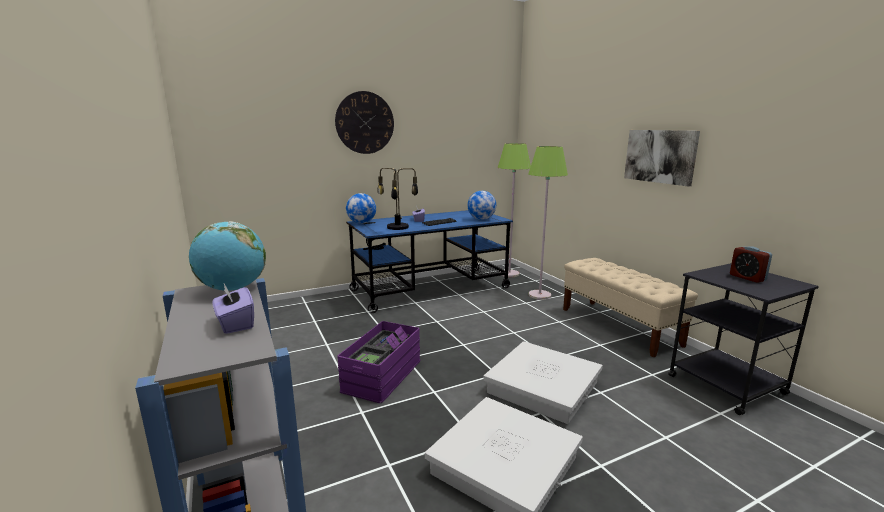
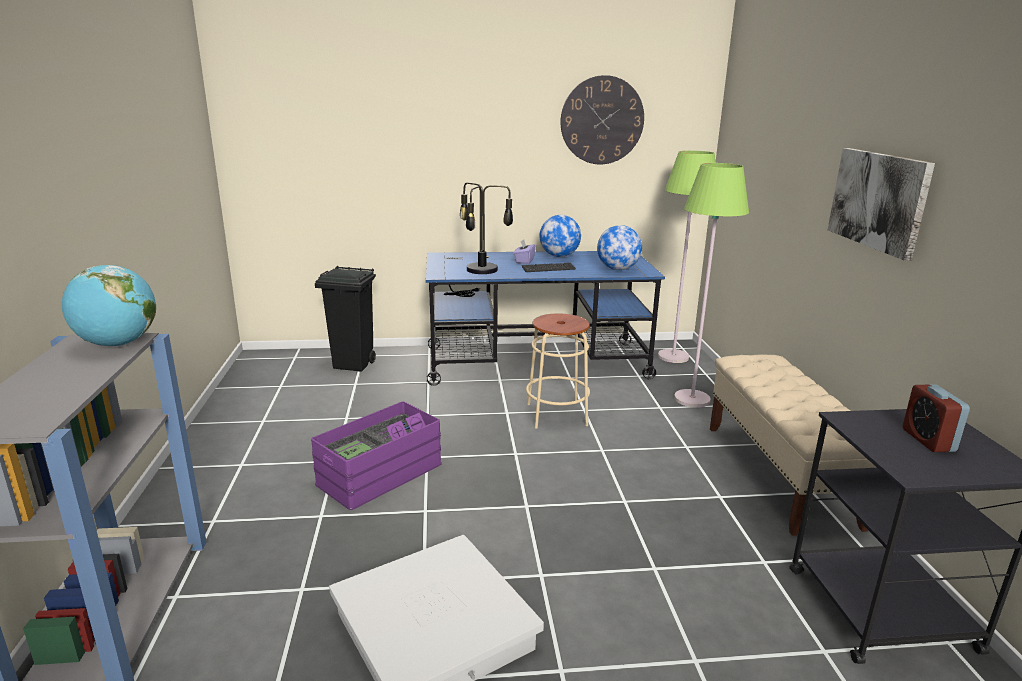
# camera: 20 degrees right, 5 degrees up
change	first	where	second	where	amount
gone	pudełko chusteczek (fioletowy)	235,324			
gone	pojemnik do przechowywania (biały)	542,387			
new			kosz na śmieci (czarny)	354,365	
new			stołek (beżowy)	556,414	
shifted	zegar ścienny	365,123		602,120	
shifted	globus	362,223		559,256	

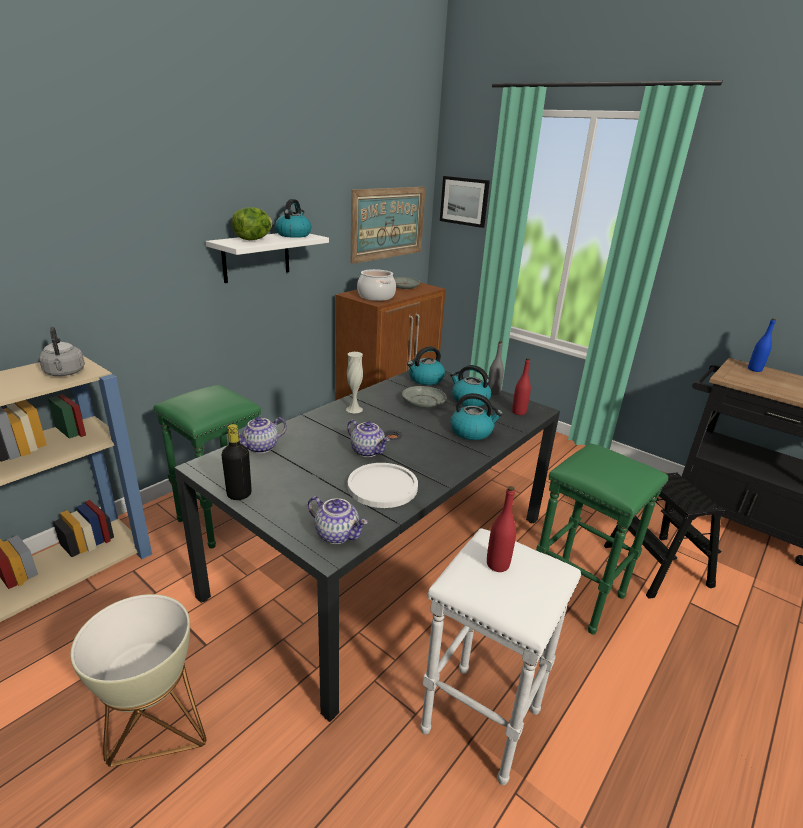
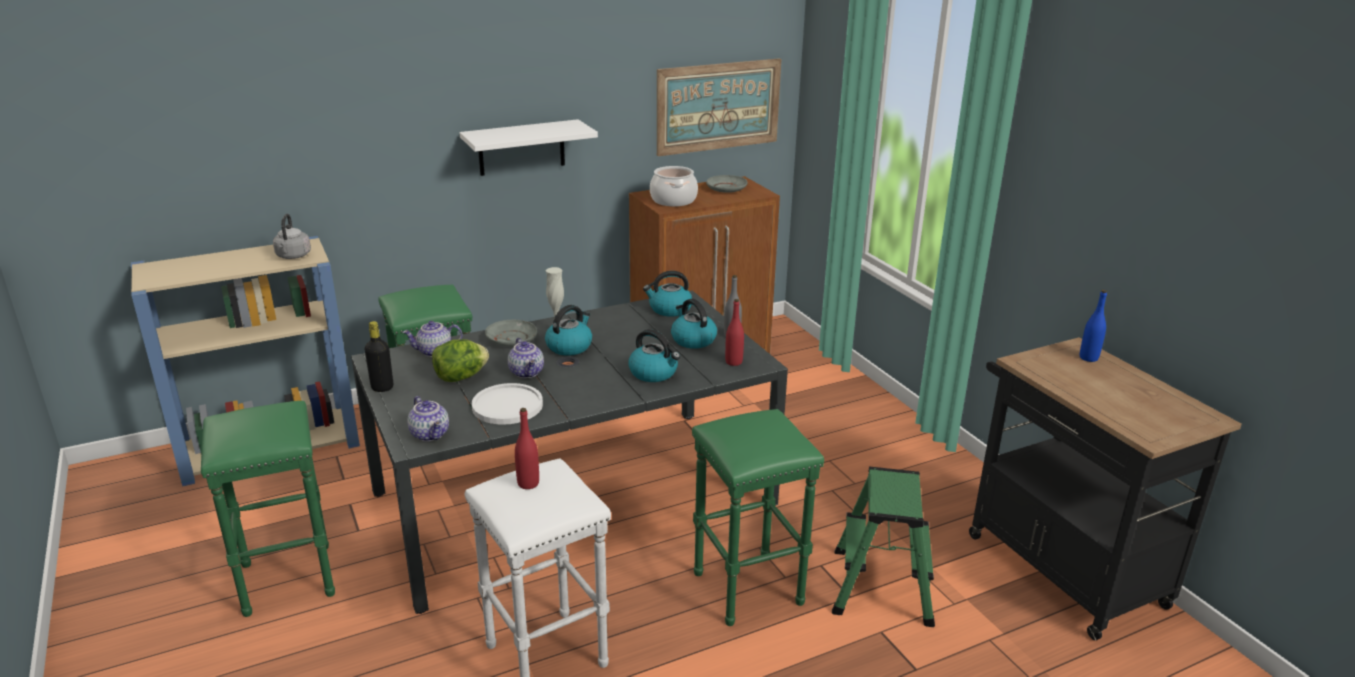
# camera: 25 degrees right, 0 degrees up
change	first	where	second	where	amount
gone	obraz	464,201			
shifted	sałata	253,239		460,377	
shifted	czajnik	293,235		569,346	
shifted	talerz (szary)	423,402		511,339	
swapped	donica	156,730	stołek (zielony)	285,578	
repainted	drabinka (czarny)	657,565	drabinka (zielony)	882,587	

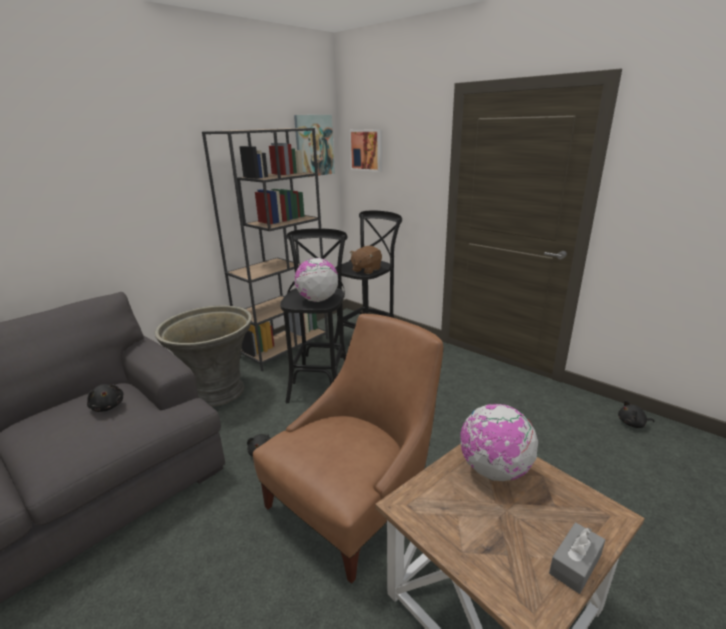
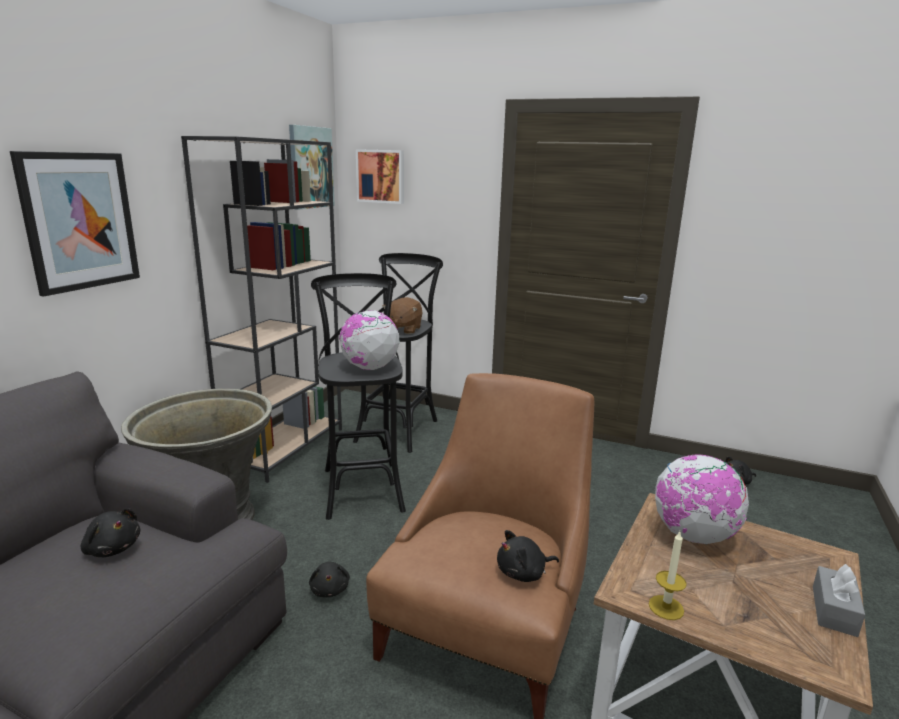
# camera: 20 degrees left, 5 degrees down
change	first	where	second	where	amount
new			obraz	79,221	
new			pluszak (czarny)	523,573	
new			świeca	666,607	

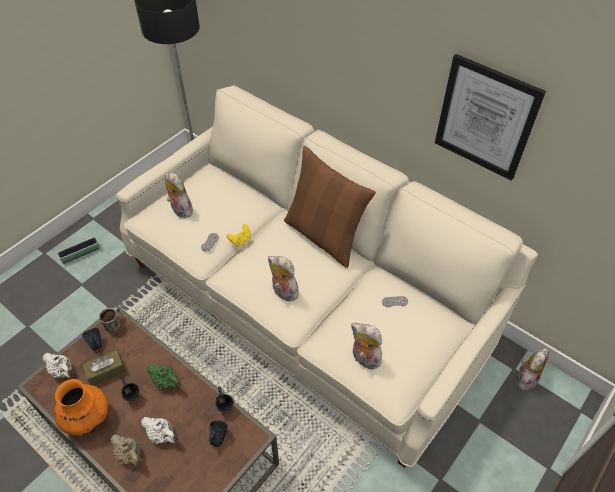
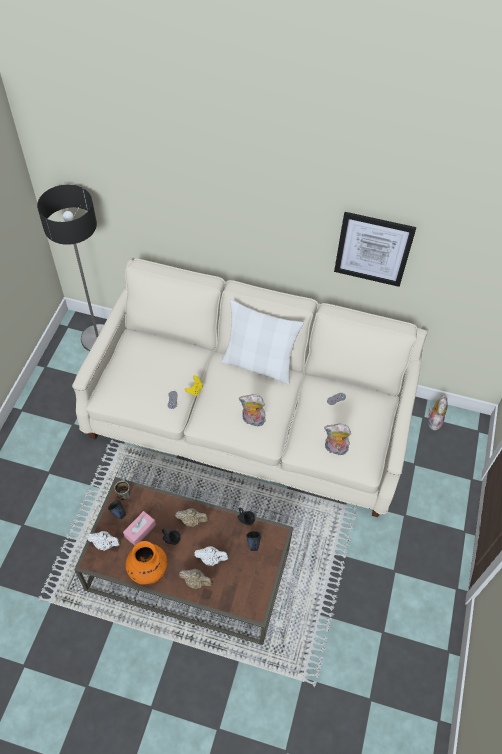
# camera: 25 degrees left, 5 degrees up
change	first	where	second	where	amount
gone	donica	80,254			
gone	pluszak	180,210			
repainted	pudełko chusteczek (brązowy)	106,371	pudełko chusteczek (różowy)	140,531	
repainted	imbryk (zielony)	167,382	imbryk (beżowy)	192,521	
repainted	poduszka (brązowy)	323,236	poduszka (biały)	259,364	

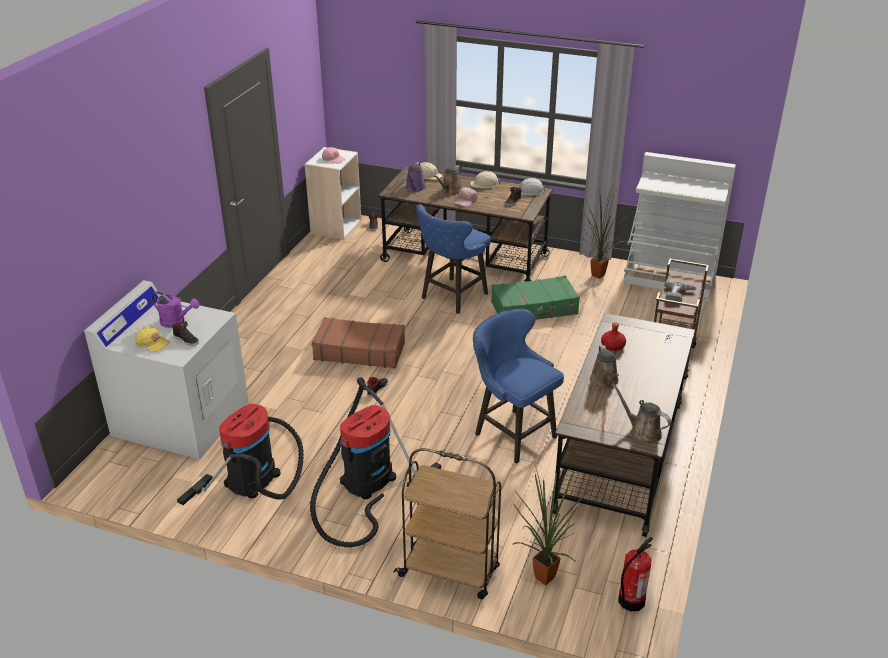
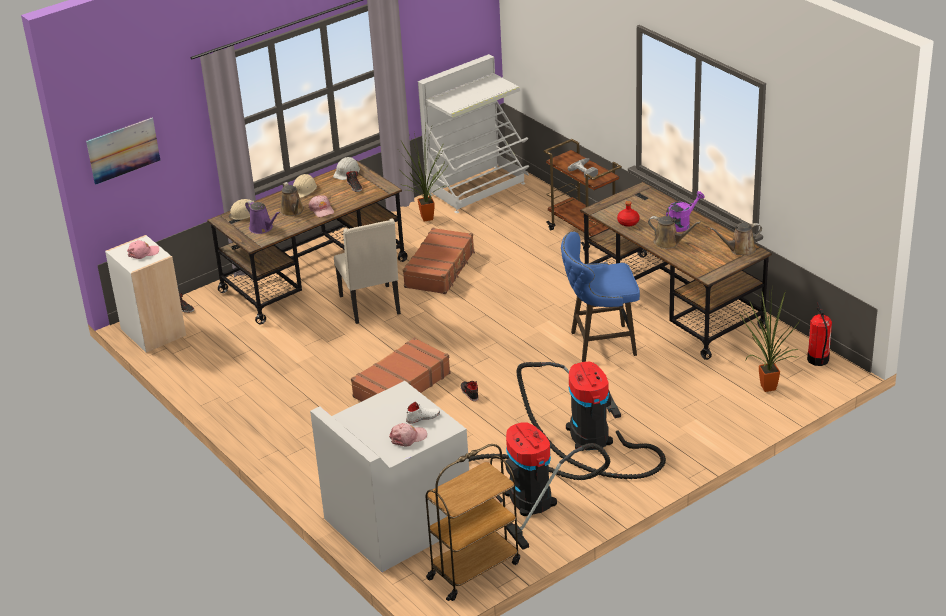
# camera: 55 degrees left, 0 degrees up
change	first	where	second	where	amount
new			obraz	123,150	
shifted	konewka (fioletowy)	176,322		682,224	
shifted	wózek (brązowy)	450,573		475,570	
swapped	stołek (niebieski)	452,297	krzesło (beżowy)	371,305	
repainted	czapka z daszkiem (żółty)	152,342	czapka z daszkiem (różowy)	408,437	
repainted	but (czarny)	186,339	but (biały)	422,417	
repainted	walizka (zielony)	534,308	walizka (brązowy)	440,269	

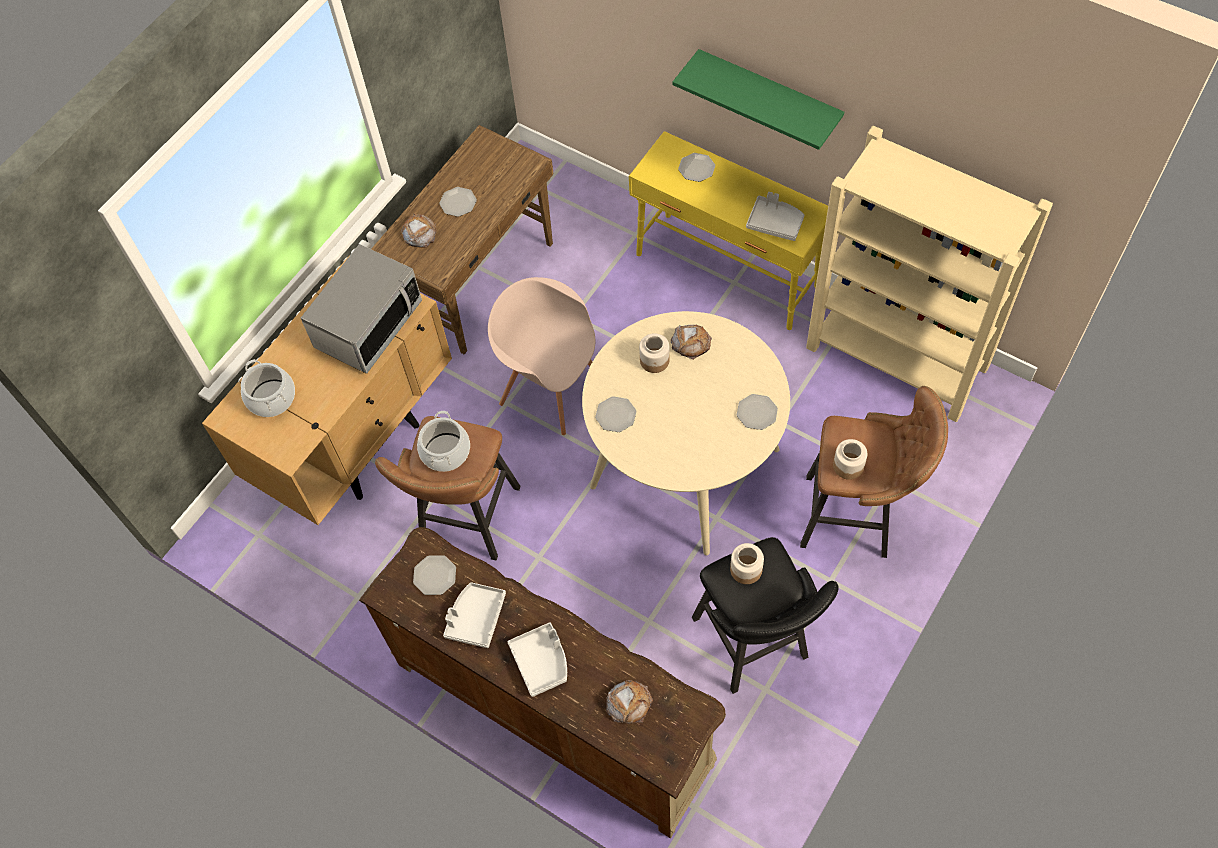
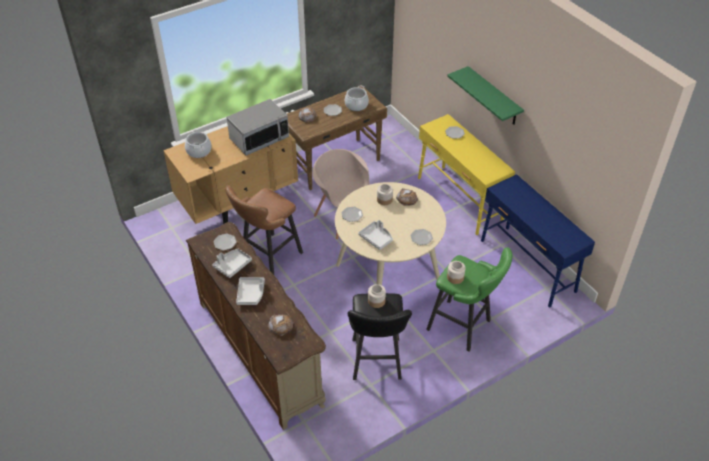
# camera: 20 degrees right, 15 degrees down
change	first	where	second	where	amount
shifted	garnek	445,452		356,105	
shifted	taca (szary)	775,223		376,238	
swapped	regał (beżowy)	897,357	stolik konsolowy (niebieski)	527,266	
repainted	stołek (brązowy)	860,517	stołek (zielony)	465,328	

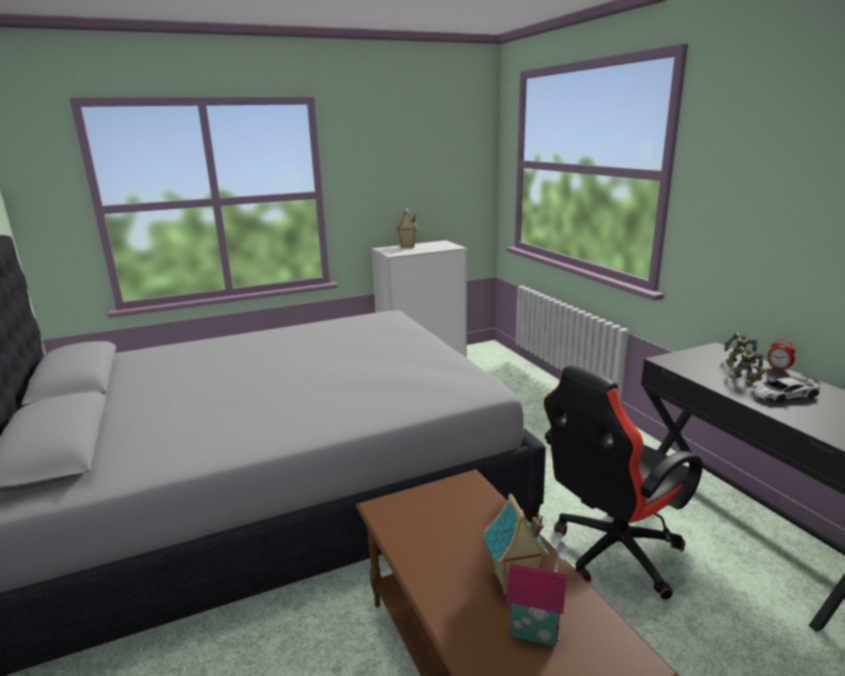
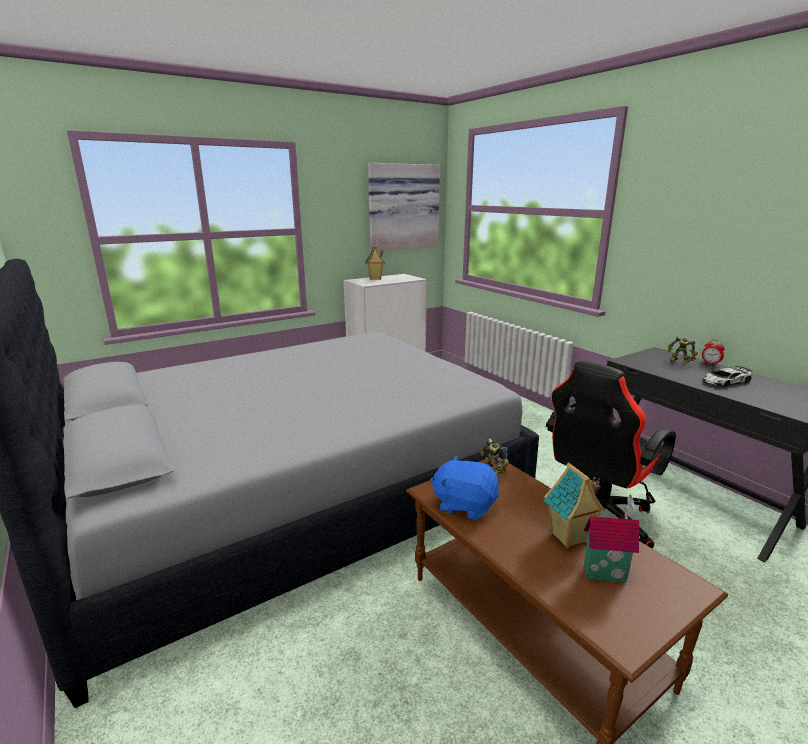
# camera: 10 degrees left, 0 degrees up
change	first	where	second	where	amount
new			obraz	402,207	
new			pluszak (niebieski)	464,505	
shifted	robot zabawkowy	742,380		491,470	

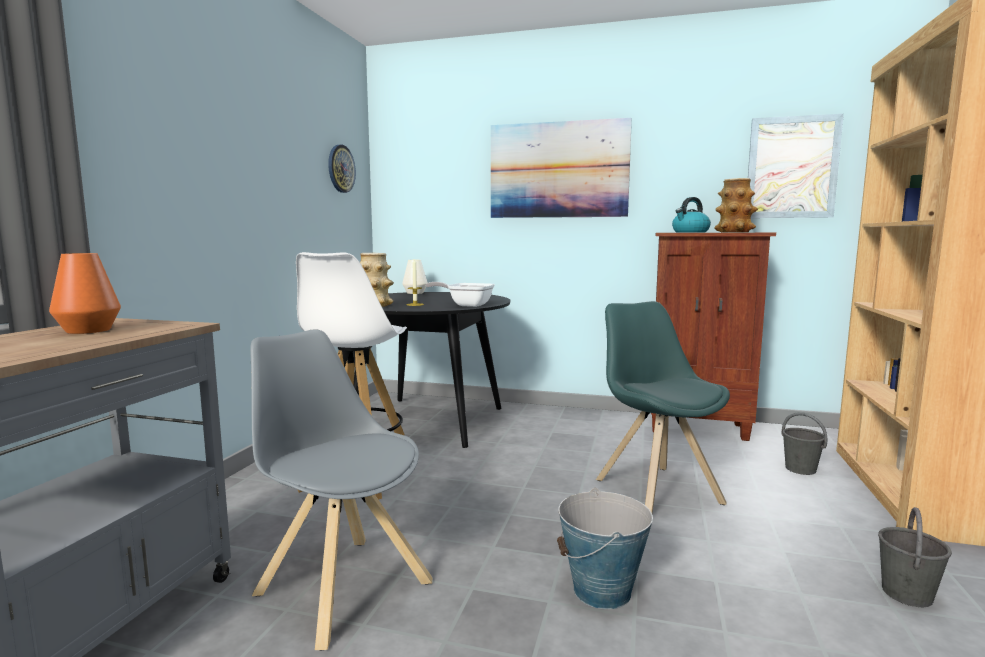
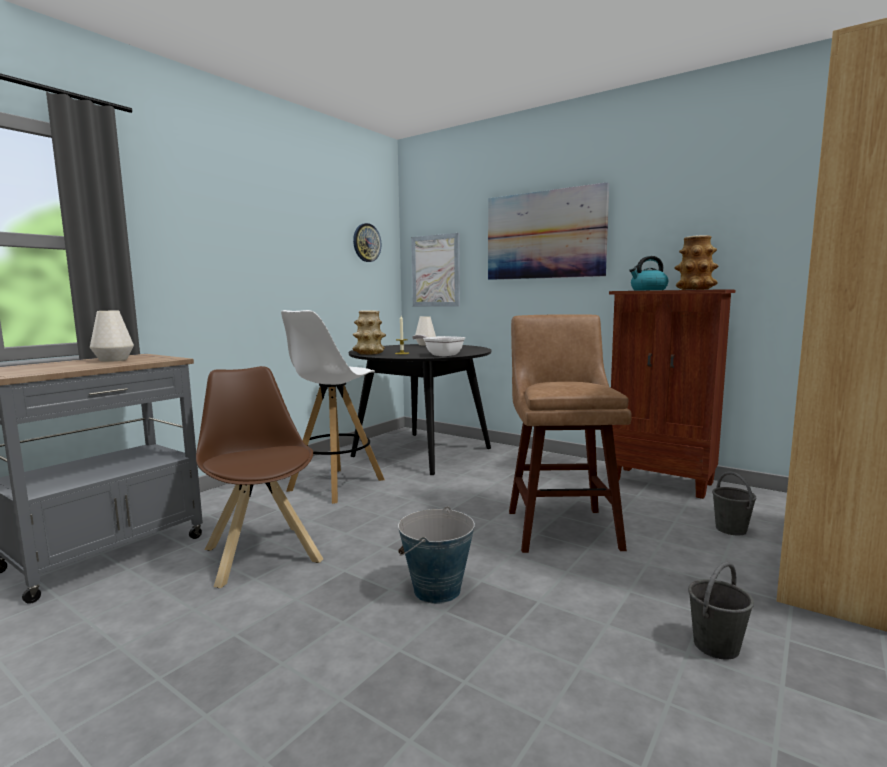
# camera: 20 degrees right, 0 degrees up
change	first	where	second	where	amount
shifted	obraz	792,168		436,271	
swapped	krzesło (turkusowy)	656,491	stołek (brązowy)	561,527	
repainted	wazon (pomarańczowy)	88,330	wazon (biały)	113,360	
repainted	krzesło (szary)	341,585	krzesło (brązowy)	262,553	

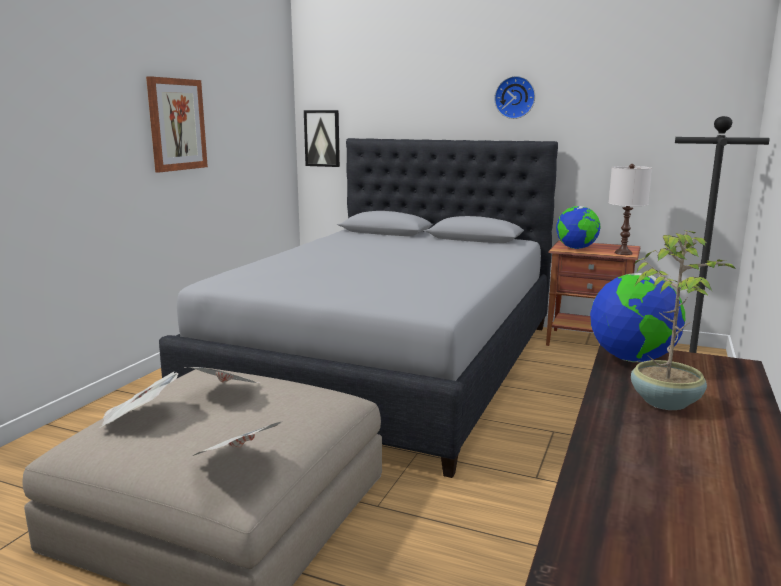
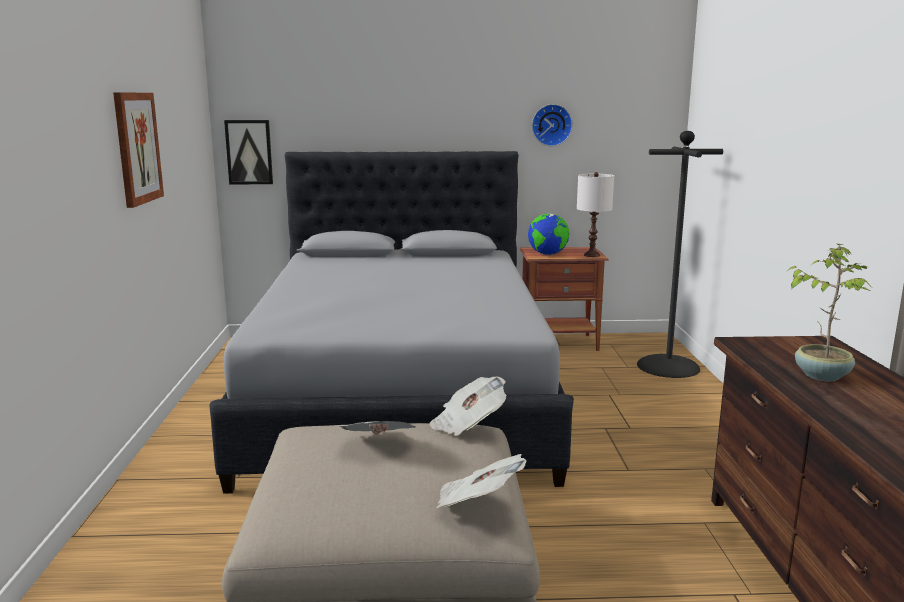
# camera: 25 degrees left, 0 degrees up
change	first	where	second	where	amount
gone	globus	632,359			
shifted	gazeta	139,419		467,424	
shifted	zegar ścienny	515,97		551,125	

